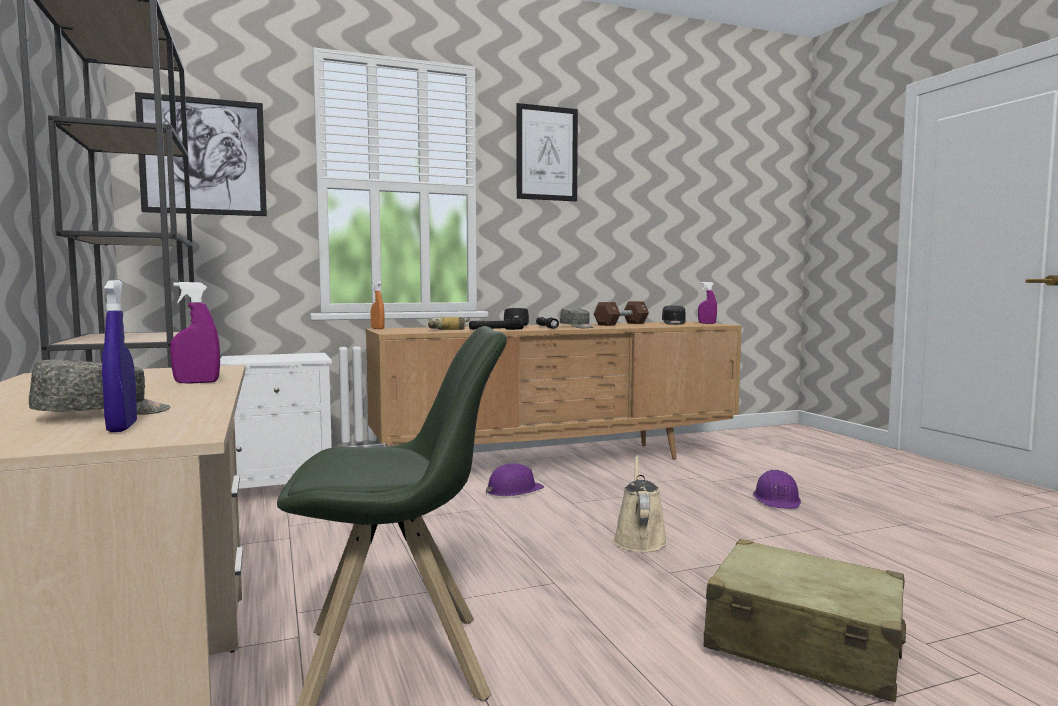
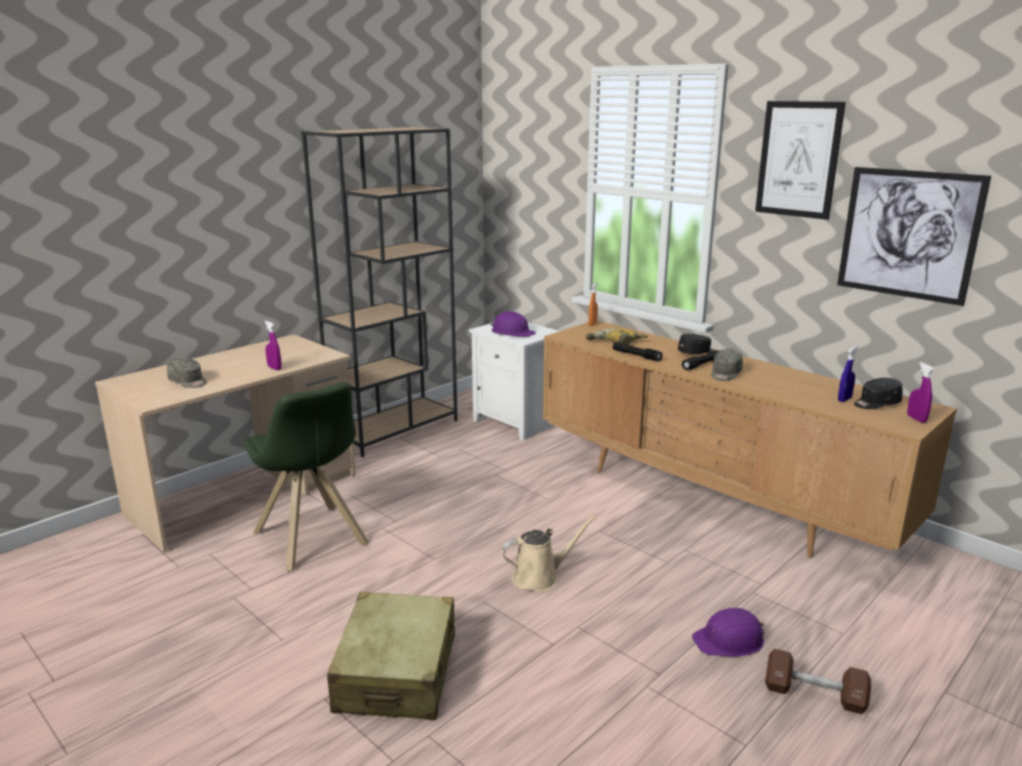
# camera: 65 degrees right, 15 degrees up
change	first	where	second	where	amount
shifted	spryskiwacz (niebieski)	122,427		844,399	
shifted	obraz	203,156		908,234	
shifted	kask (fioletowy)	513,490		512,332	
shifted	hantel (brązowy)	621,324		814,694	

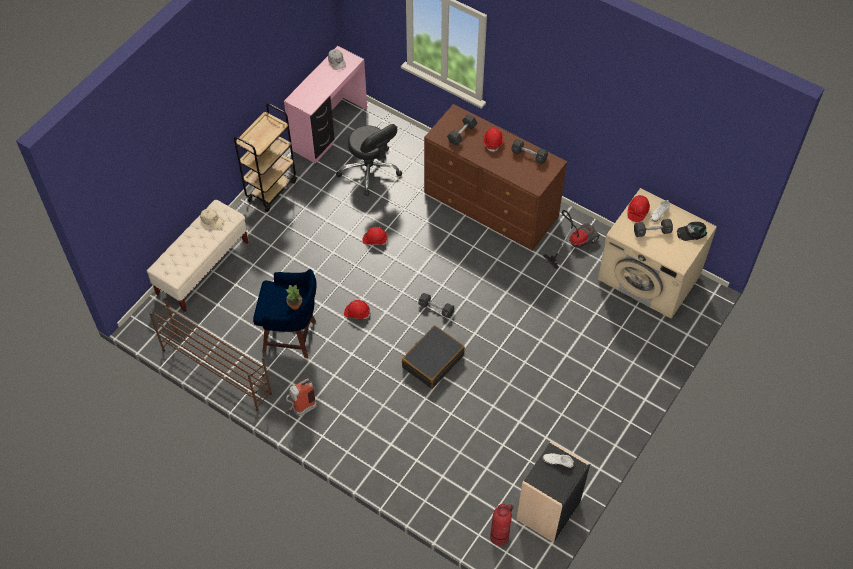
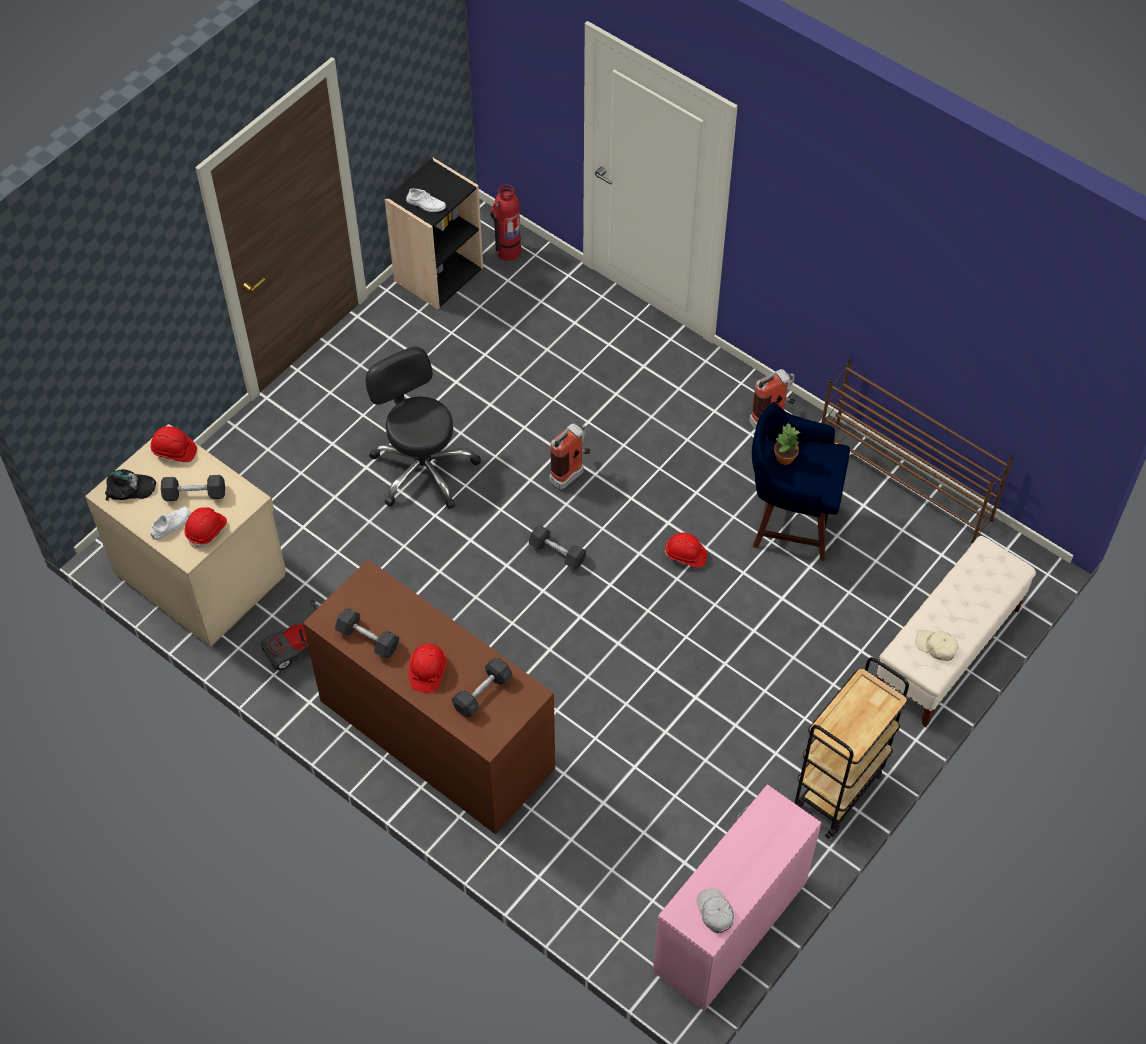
# camera: 175 degrees left, 0 degrees up
change	first	where	second	where	amount
shifted	krzesło biurowe (czarny)	371,171		421,465	
shifted	kask (czerwony)	375,240		174,451	
swapped	walizka (czarny)	432,361	gaśnica	571,473	

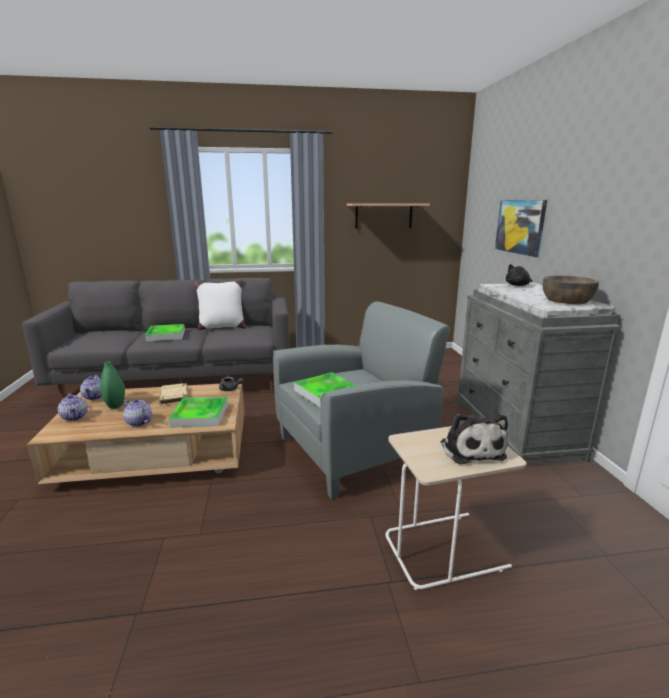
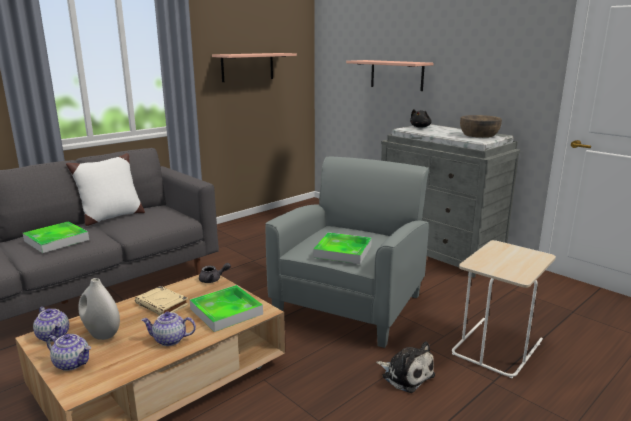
# camera: 35 degrees left, 0 degrees up
change	first	where	second	where	amount
shifted	pluszak	470,449		406,375	
swapped	obraz	520,227	półka	396,75	
repainted	wazon (zielony)	115,404	wazon (biały)	101,334	

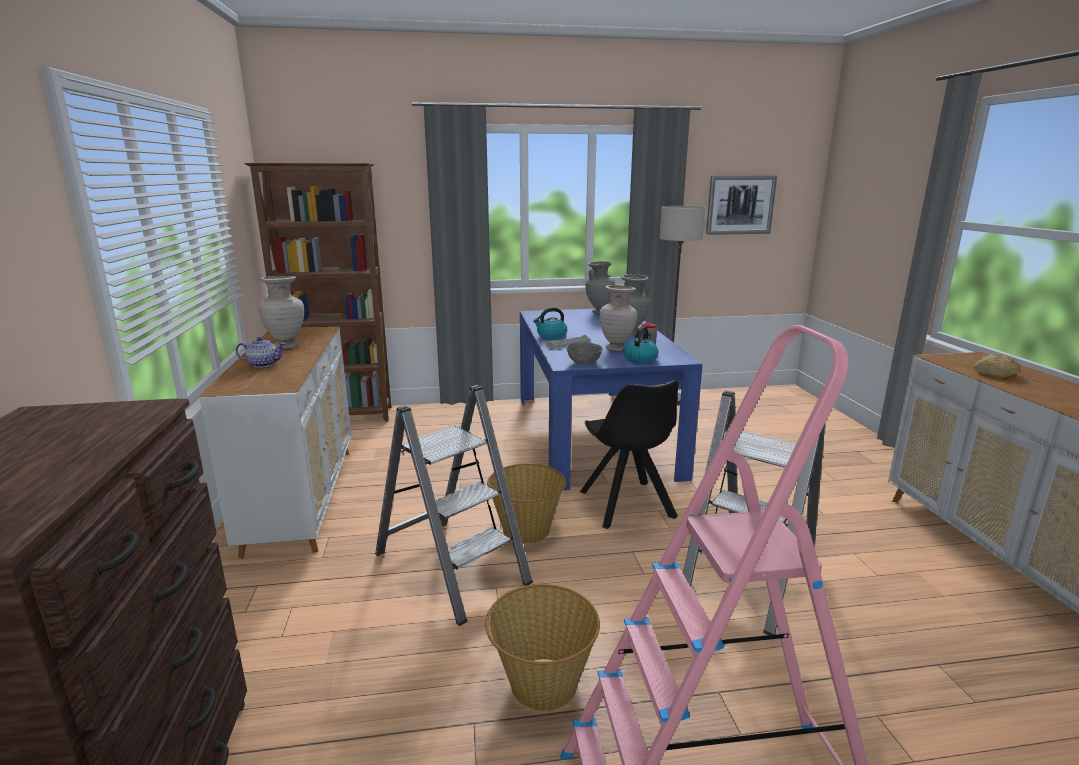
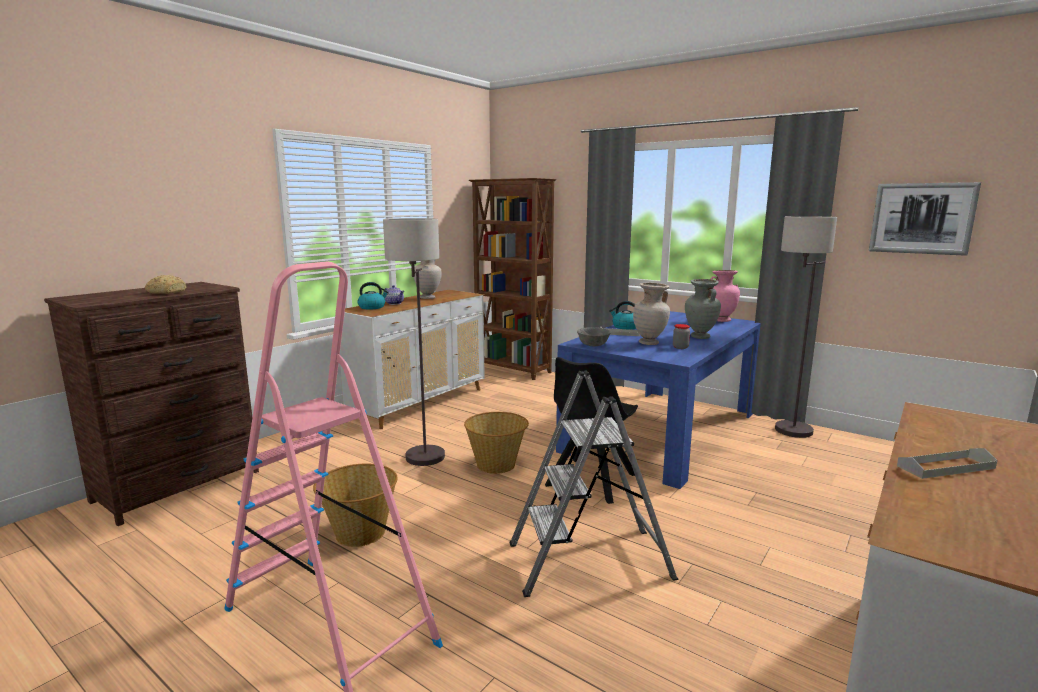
# camera: 45 degrees right, 5 degrees down
change	first	where	second	where	amount
new			taca (szary)	945,467	
shifted	czajnik	640,358		372,307	
shifted	chleb	994,373		166,292	
swapped	drabinka (szary)	450,566	lampa stojąca (szary)	423,462	
repainted	wazon (szary)	599,312	wazon (różowy)	721,320	

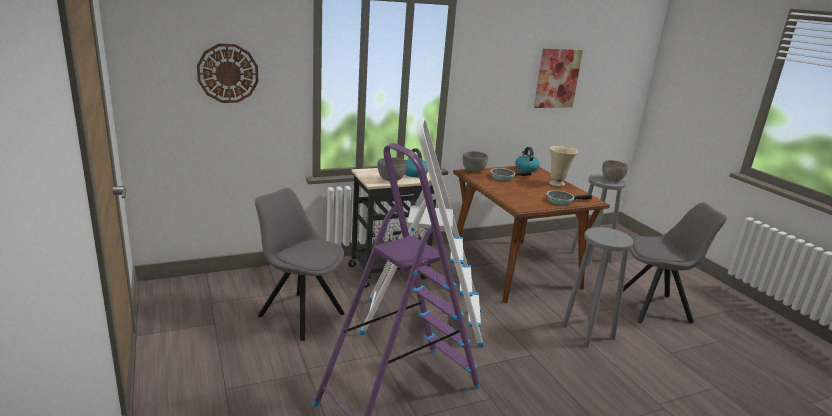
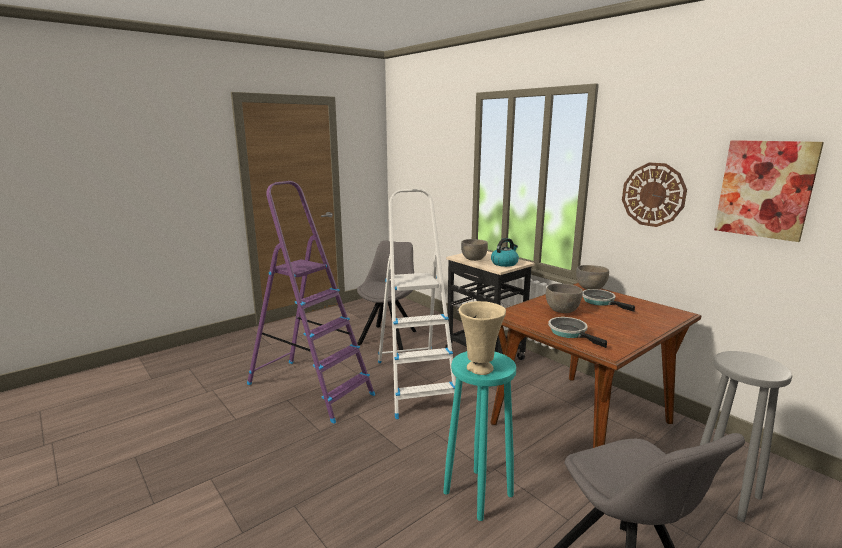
# camera: 75 degrees right, 5 degrees down
change	first	where	second	where	amount
gone	czajnik	526,169			
shifted	zegar ścienny	228,73		653,194	
shifted	wazon (beżowy)	557,184		480,369	
shifted	miska (szary)	612,179		562,311	
repainted	stołek (szary)	587,332	stołek (turkusowy)	477,493	

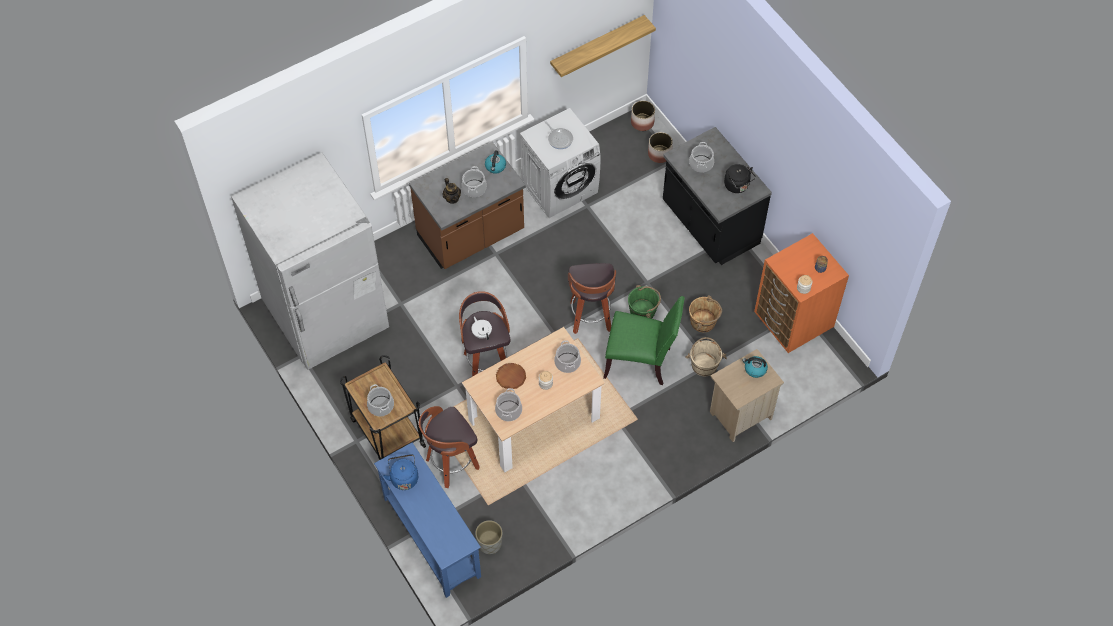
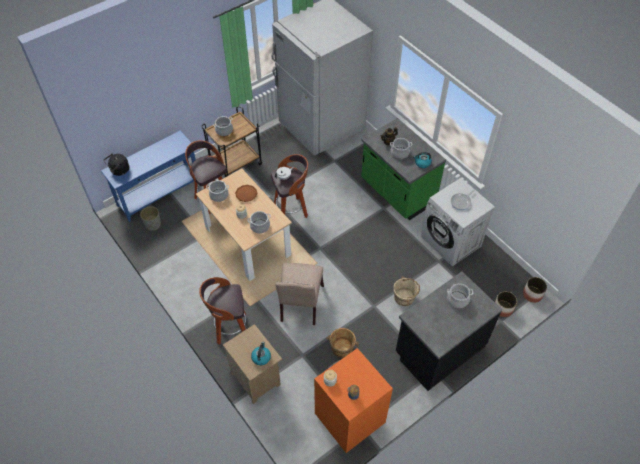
# camera: 85 degrees right, 5 degrees down
change	first	where	second	where	amount
gone	czajnik (niebieski)	404,477			
gone	półka	597,45			
gone	wiadro (zielony)	643,311			
shifted	stołek	591,318		230,329	
shifted	wiadro (beżowy)	704,364		404,297	
shifted	czajnik (czarny)	737,186		119,171	
repainted	zabudowa kuchenna (brązowy)	471,235	zabudowa kuchenna (zielony)	397,193	
repainted	krzesło (zielony)	640,361	krzesło (beżowy)	300,305	

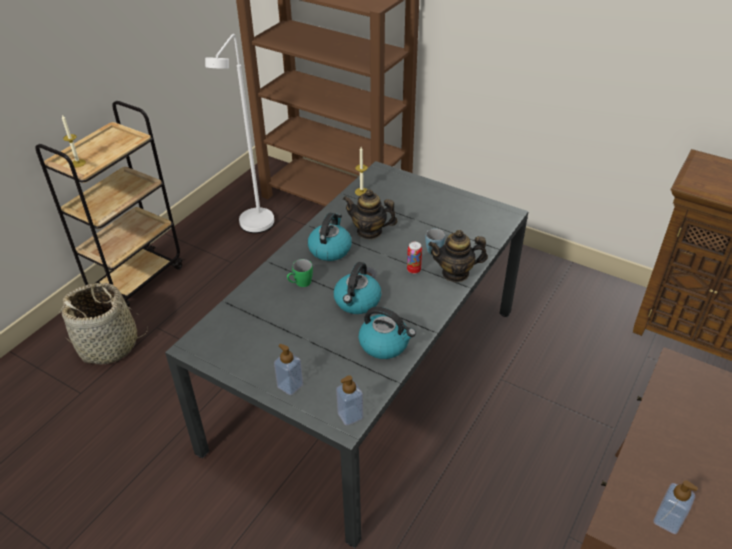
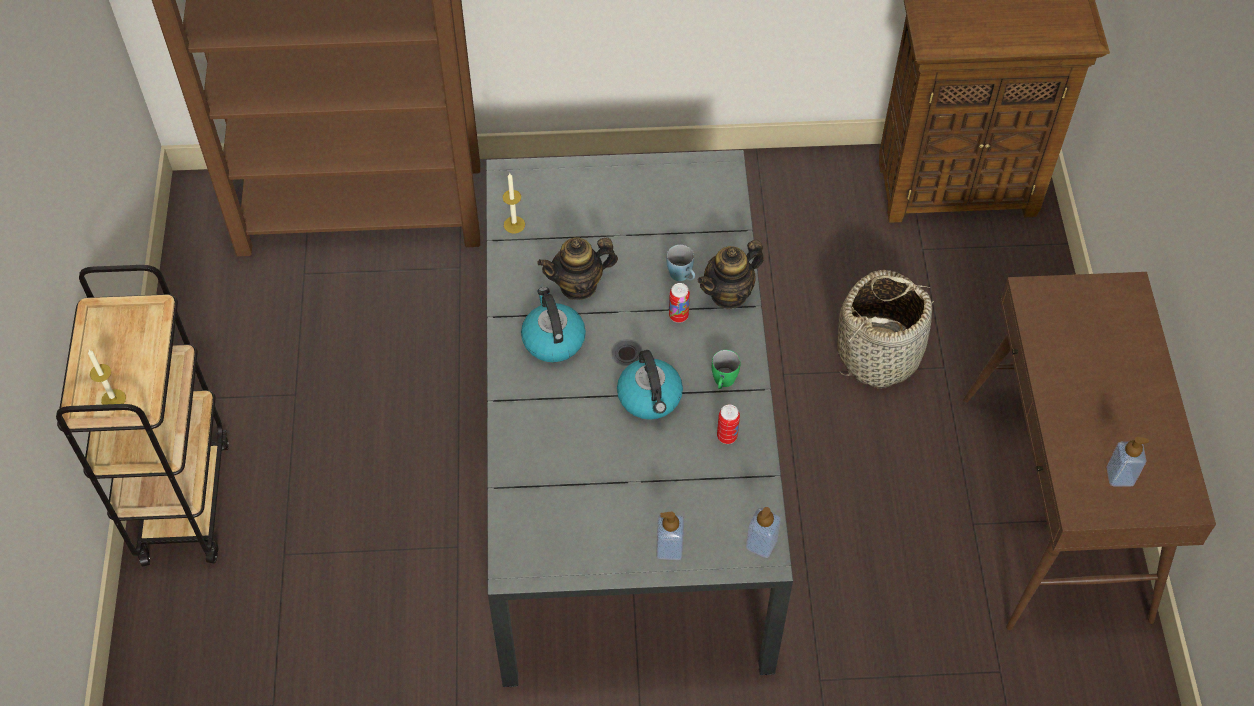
# camera: 35 degrees left, 15 degrees up
change	first	where	second	where	amount
gone	lampa stojąca (biały)	254,228			
shifted	koszyk	109,345		879,353	
shifted	kubek (zielony)	300,283		723,383	
swapped	czajnik	385,344	puszka	727,436	

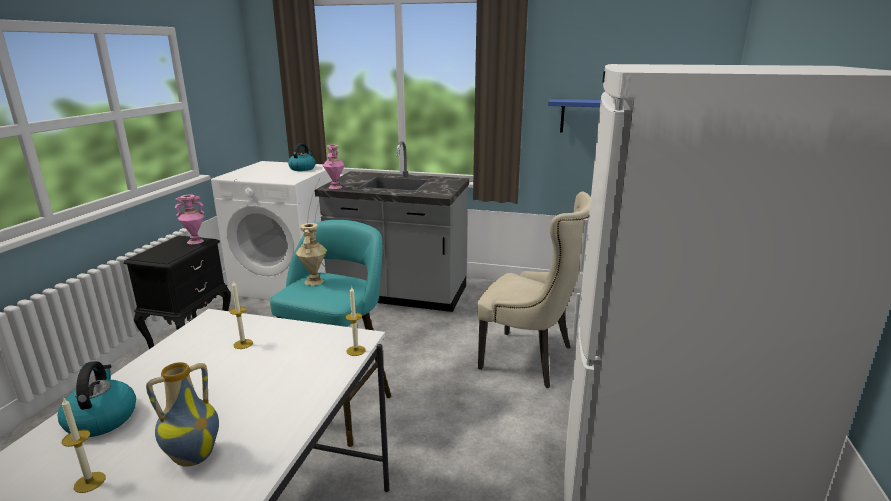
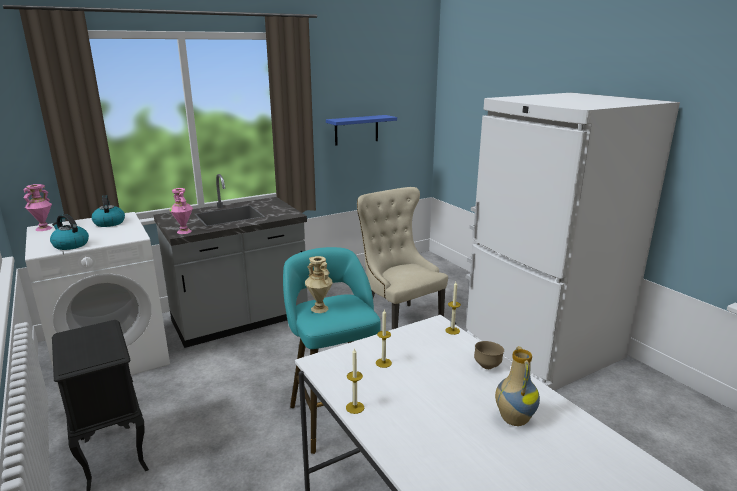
# camera: 45 degrees left, 0 degrees up
change	first	where	second	where	amount
new			miska (brązowy)	487,366	
shifted	czajnik	101,419		70,245	
shifted	świeca	89,482		355,407	
shifted	wazon (różowy)	195,241		44,228	
rotated	krzesło (beżowy)	529,359		399,322	105 degrees counterclockwise

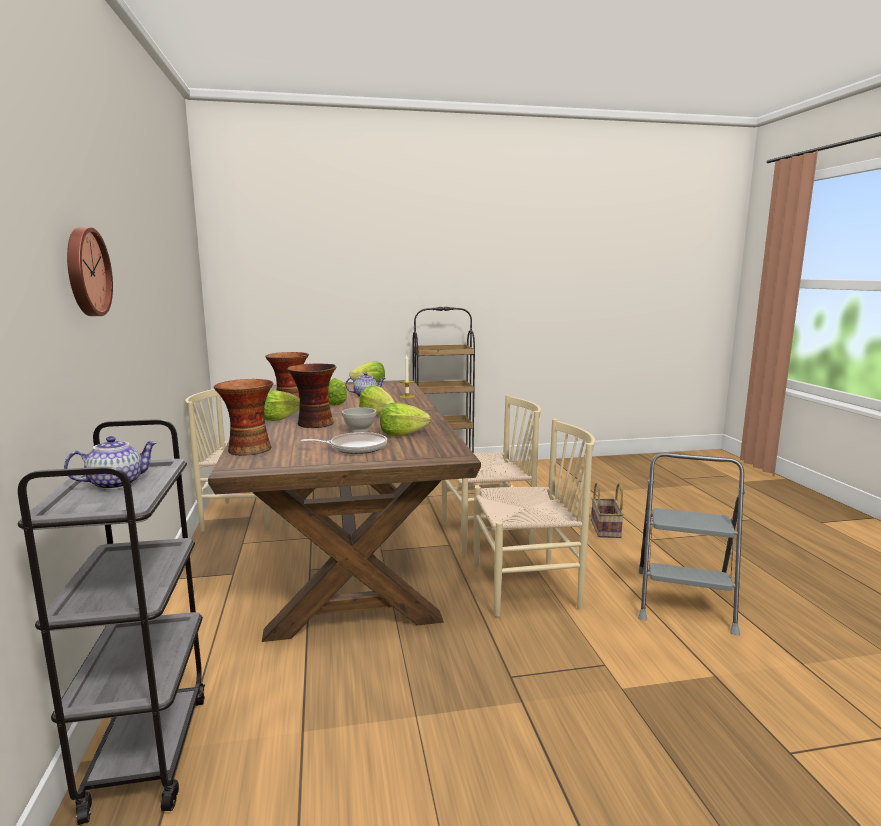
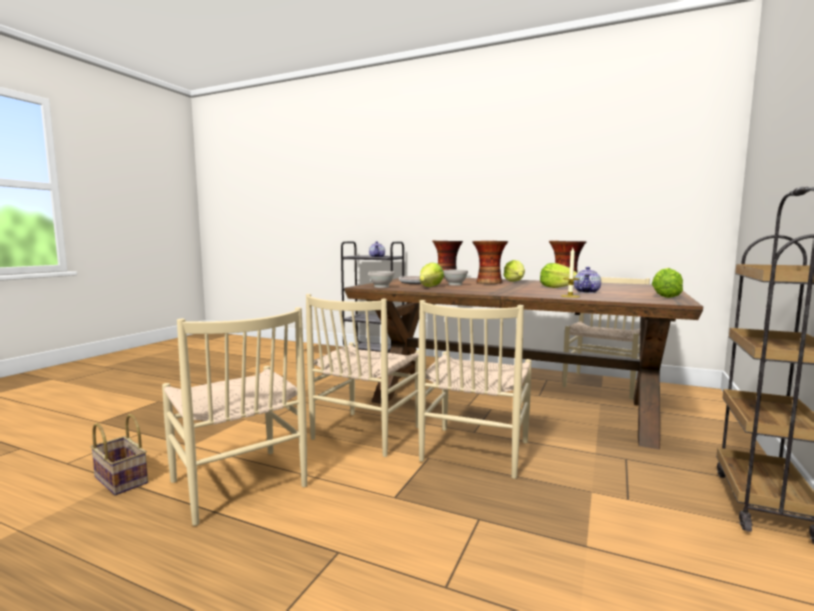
# camera: 125 degrees right, 5 degrees down
change	first	where	second	where	amount
gone	zegar ścienny	85,272			
gone	sałata	378,415			
new			miska (biały)	381,287	
shifted	koszyk	606,529		119,480	
swapped	drabinka (szary)	684,598	krzesło (beżowy)	240,487	

